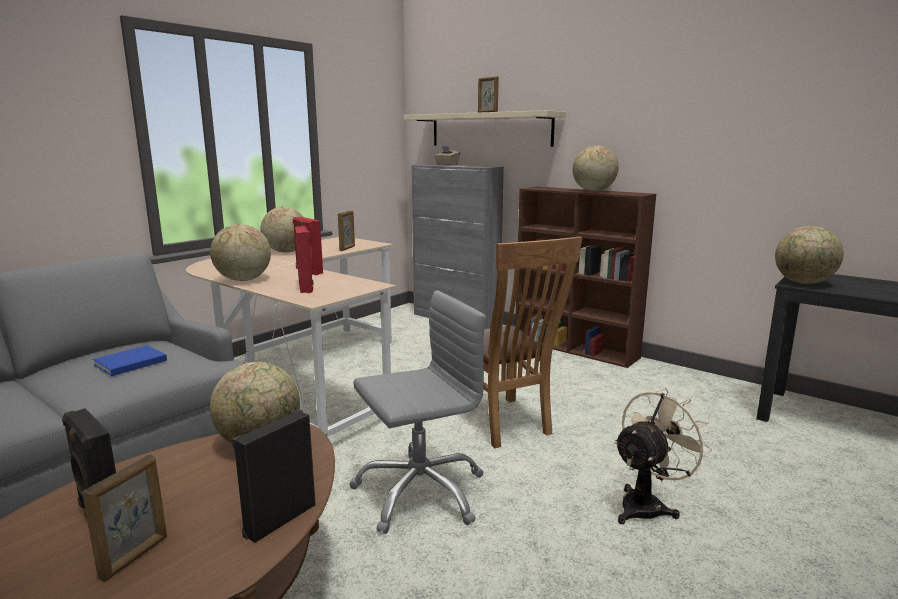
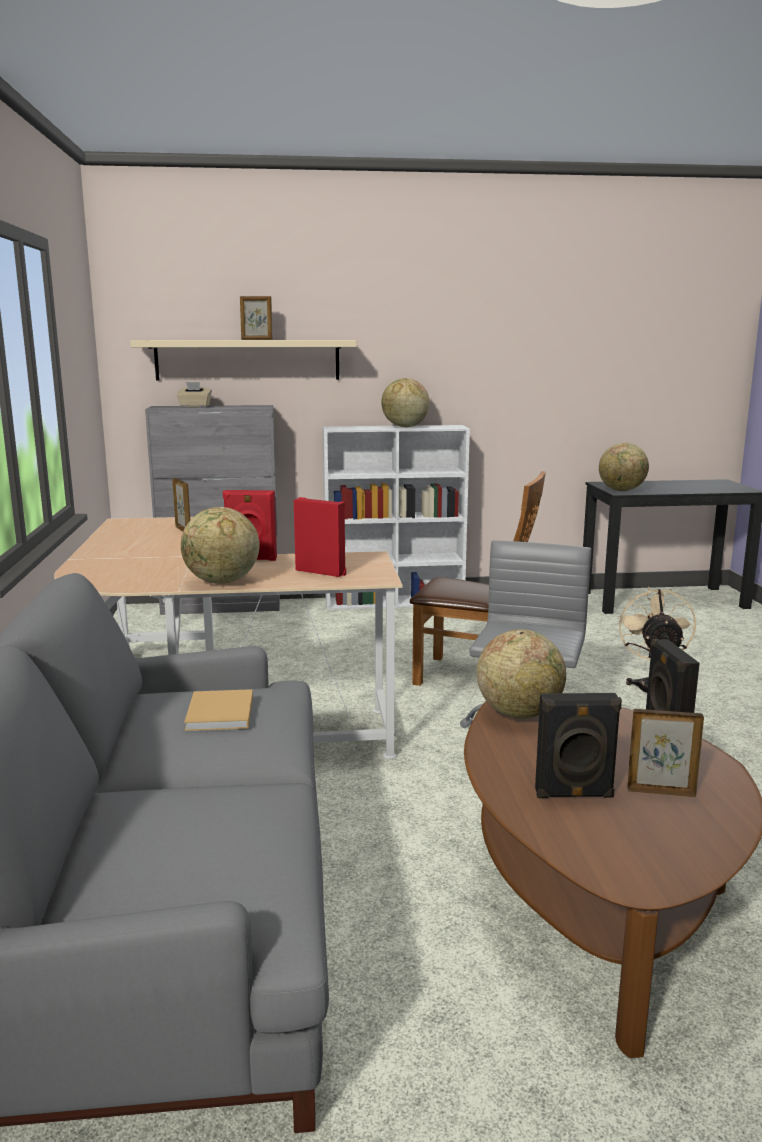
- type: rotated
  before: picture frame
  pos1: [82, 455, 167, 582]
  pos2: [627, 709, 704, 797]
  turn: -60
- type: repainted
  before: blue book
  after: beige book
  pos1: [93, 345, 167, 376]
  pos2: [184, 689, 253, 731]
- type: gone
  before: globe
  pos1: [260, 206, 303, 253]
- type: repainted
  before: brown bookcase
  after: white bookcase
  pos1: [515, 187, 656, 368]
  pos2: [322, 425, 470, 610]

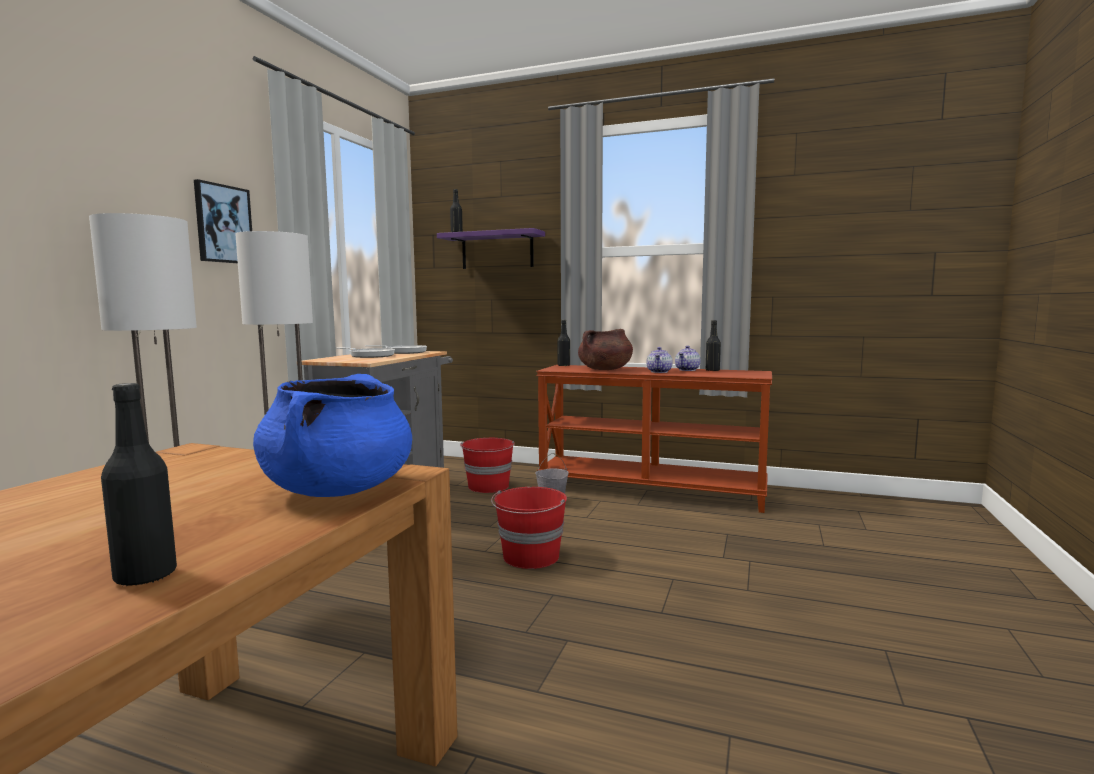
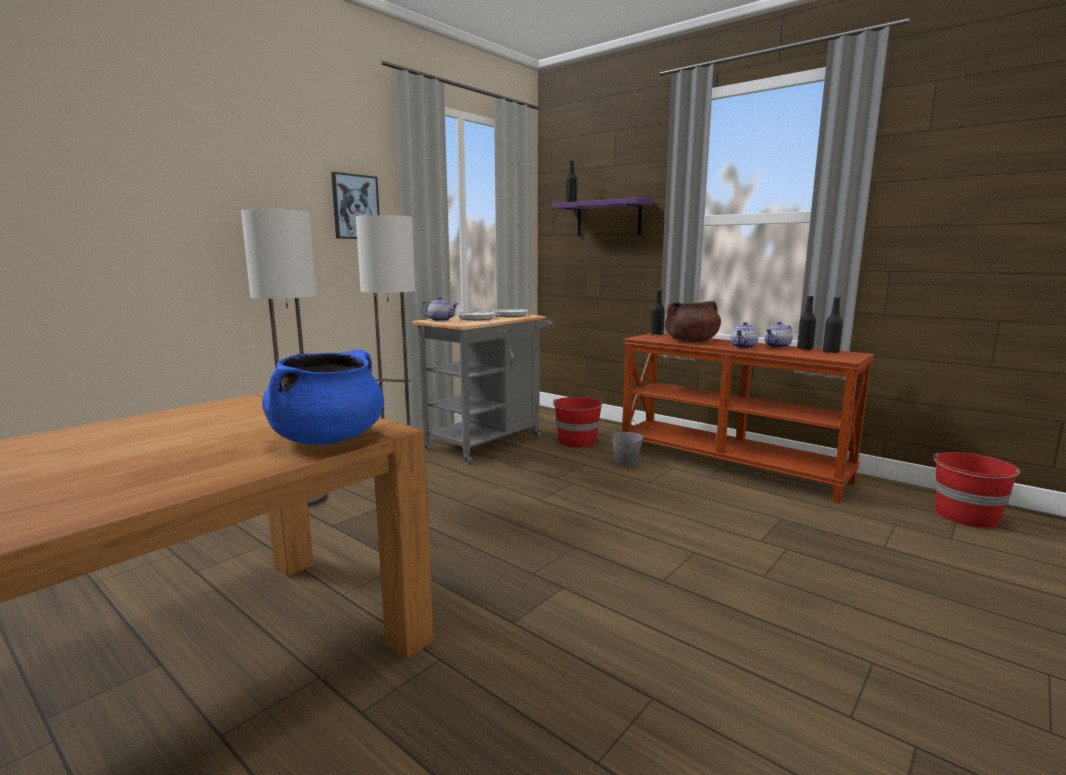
- type: shifted
  before: black bottle
  pos1: [101, 383, 177, 586]
  pos2: [823, 297, 843, 353]
- type: shifted
  before: red bucket
  pos1: [491, 487, 567, 569]
  pos2: [933, 452, 1021, 528]
- type: new
  after: teapot
  pos2: [421, 297, 459, 321]

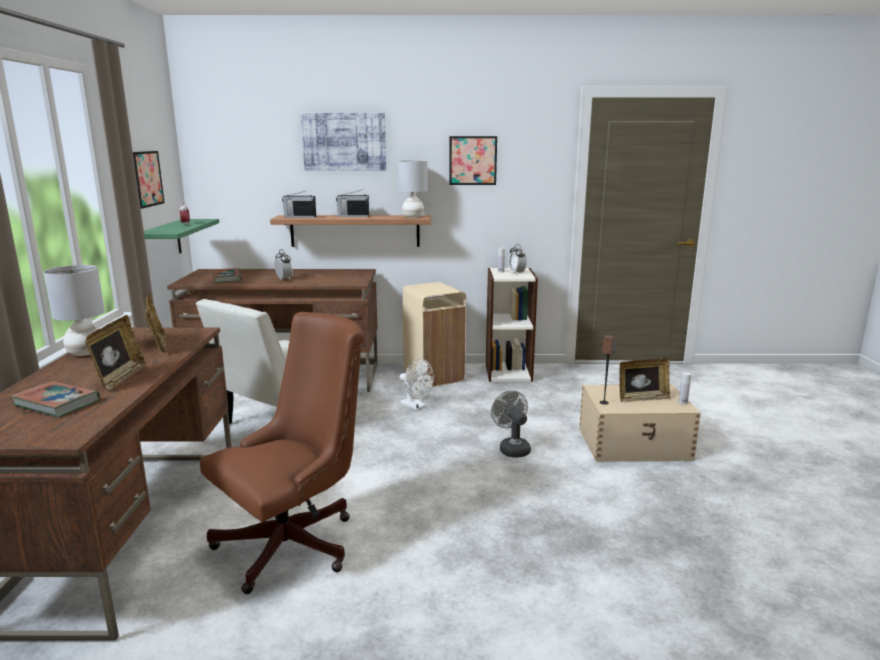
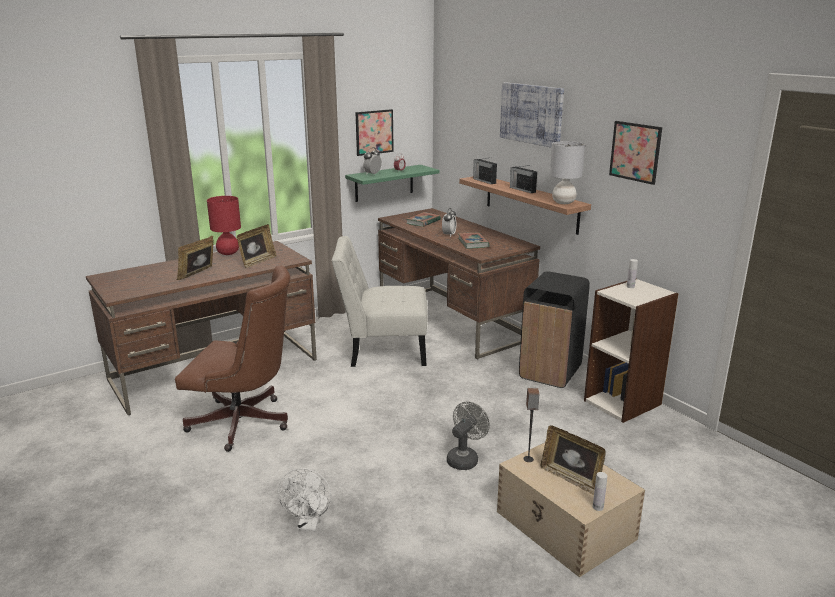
- type: shifted
  before: book
  pos1: [10, 381, 100, 417]
  pos2: [458, 233, 490, 249]
- type: repainted
  before: grey table lamp
  after: red table lamp
  pos1: [43, 265, 105, 356]
  pos2: [207, 196, 241, 255]
- type: rotated
  before: picture frame
  pos1: [85, 315, 147, 390]
  pos2: [177, 236, 214, 280]
  turn: 150
- type: shifted
  before: white fan
  pos1: [400, 359, 434, 410]
  pos2: [278, 468, 332, 531]
- type: repainted
  before: beige trash can
  after: black trash can
  pos1: [402, 282, 466, 388]
  pos2: [519, 271, 590, 388]
- type: shifted
  before: alarm clock
  pos1: [509, 244, 527, 275]
  pos2: [363, 148, 382, 175]

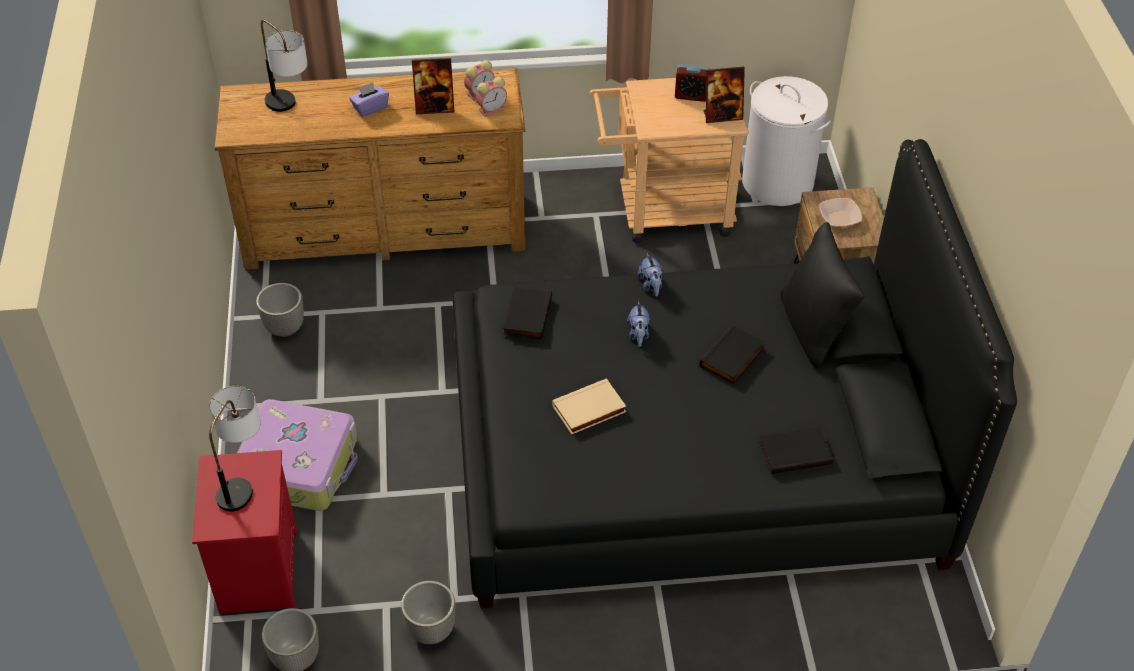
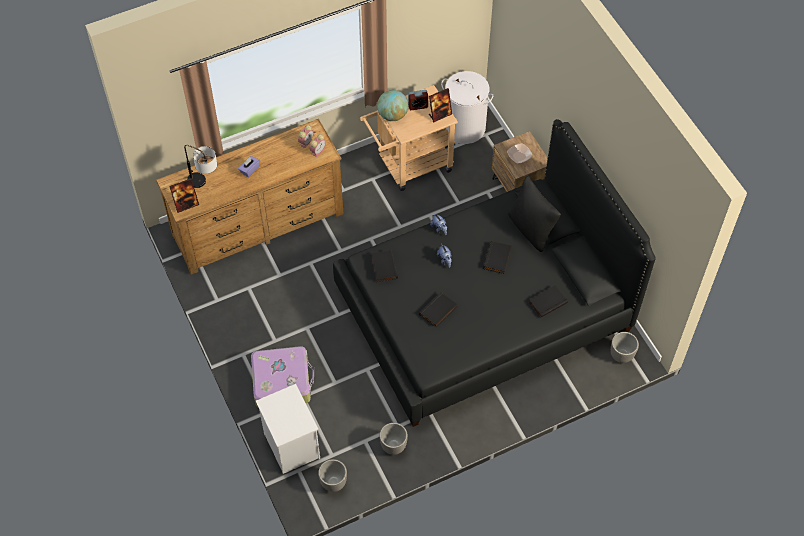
- type: repainted
  before: red nightstand
  after: white nightstand
  pos1: [192, 450, 297, 614]
  pos2: [256, 384, 320, 474]
- type: gone
  before: table lamp
  pos1: [209, 386, 261, 512]
- type: shifted
  before: planter
  pos1: [256, 283, 304, 337]
  pos2: [611, 332, 639, 363]
- type: shifted
  before: picture frame
  pos1: [412, 58, 455, 114]
  pos2: [169, 179, 199, 213]
- type: repainted
  before: beige book
  after: black book
  pos1: [552, 378, 626, 434]
  pos2: [419, 292, 457, 327]
- type: new
  after: globe
  pos2: [377, 90, 408, 121]

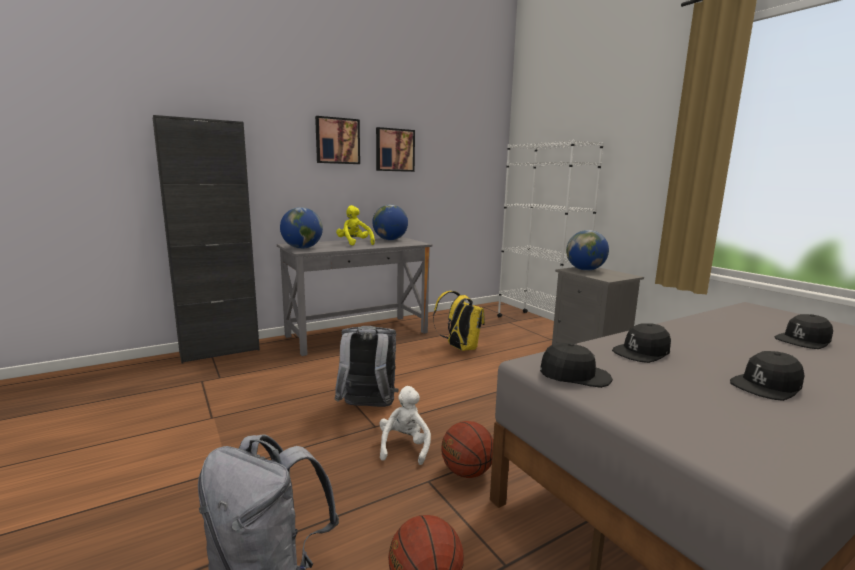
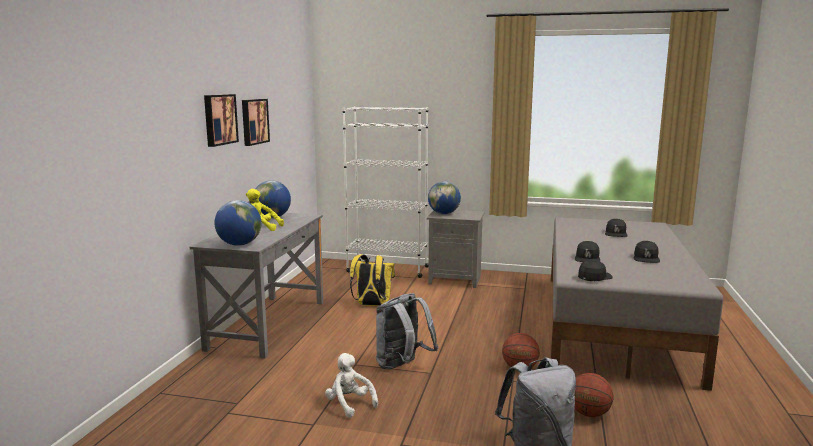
- type: gone
  before: black cabinet
  pos1: [153, 115, 260, 363]
- type: shifted
  before: white plush toy
  pos1: [379, 386, 431, 465]
  pos2: [325, 353, 378, 418]

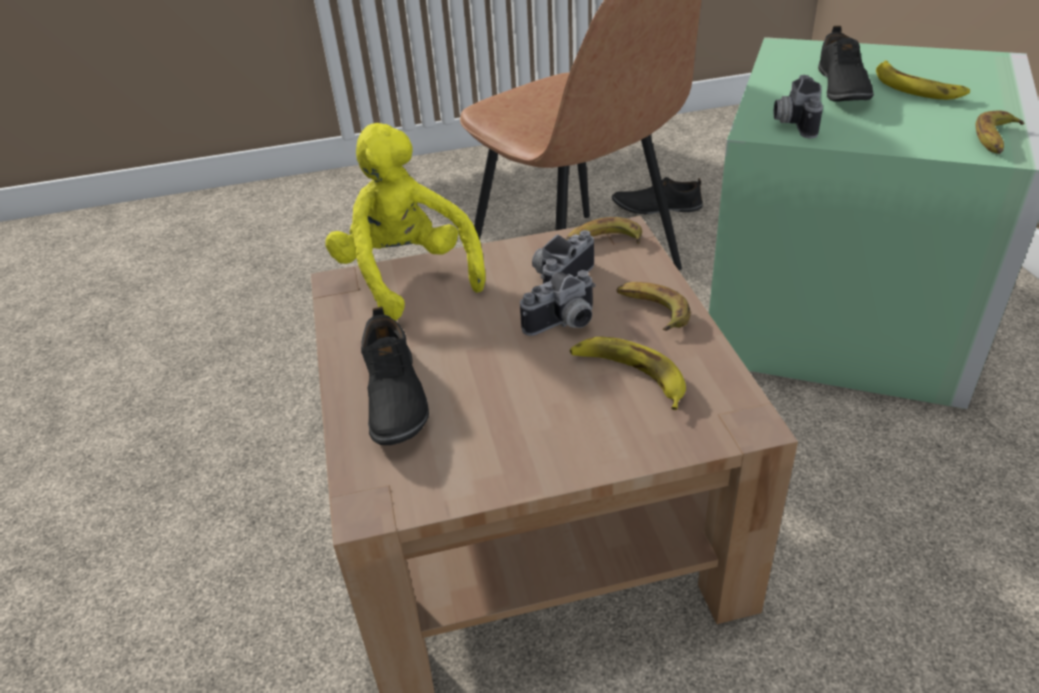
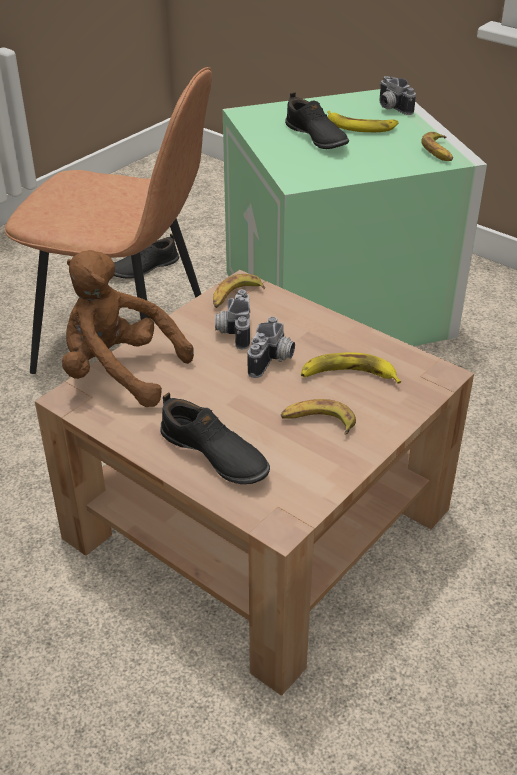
- type: repainted
  before: yellow plush toy
  after: brown plush toy
  pos1: [325, 123, 486, 321]
  pos2: [62, 250, 194, 407]
- type: shifted
  before: banana
  pos1: [616, 282, 691, 331]
  pos2: [281, 399, 356, 435]
- type: shifted
  before: photo camera
  pos1: [774, 75, 823, 138]
  pos2: [379, 76, 416, 115]

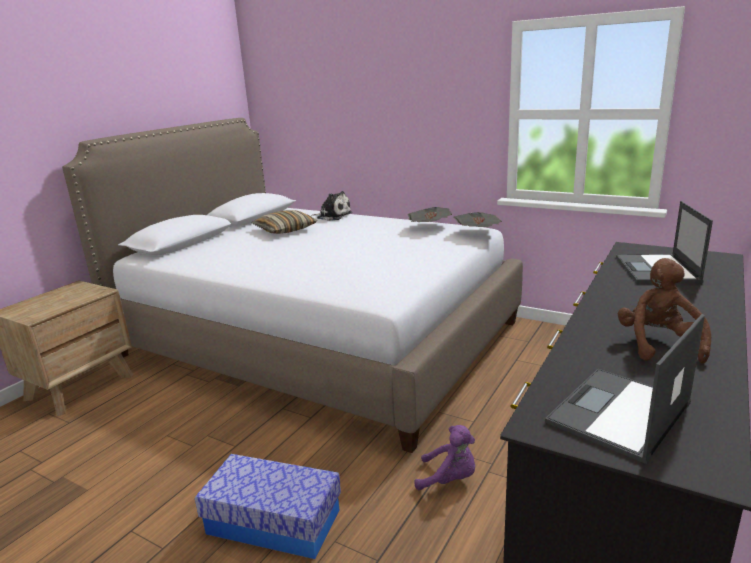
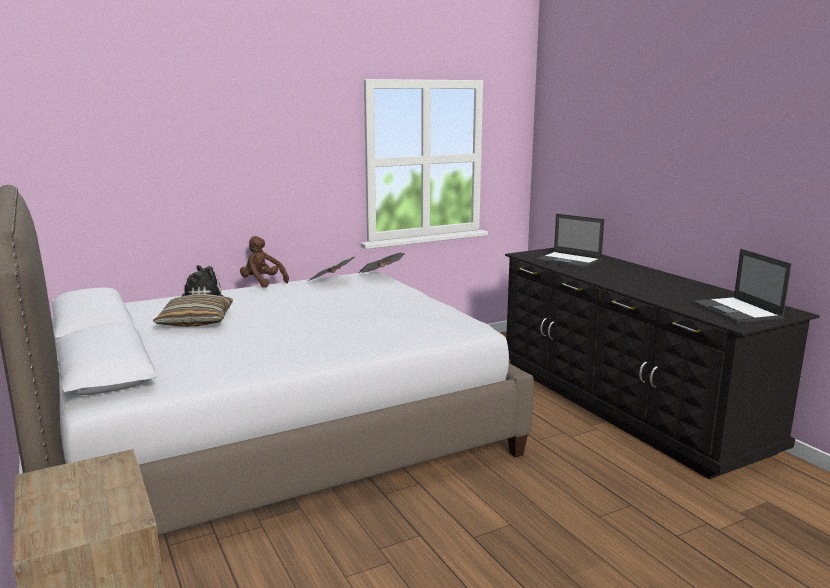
- type: gone
  before: storage box
  pos1: [195, 454, 341, 559]
- type: gone
  before: purple plush toy
  pos1: [414, 425, 475, 490]
- type: shifted
  before: brown plush toy
  pos1: [618, 258, 711, 364]
  pos2: [240, 236, 289, 288]

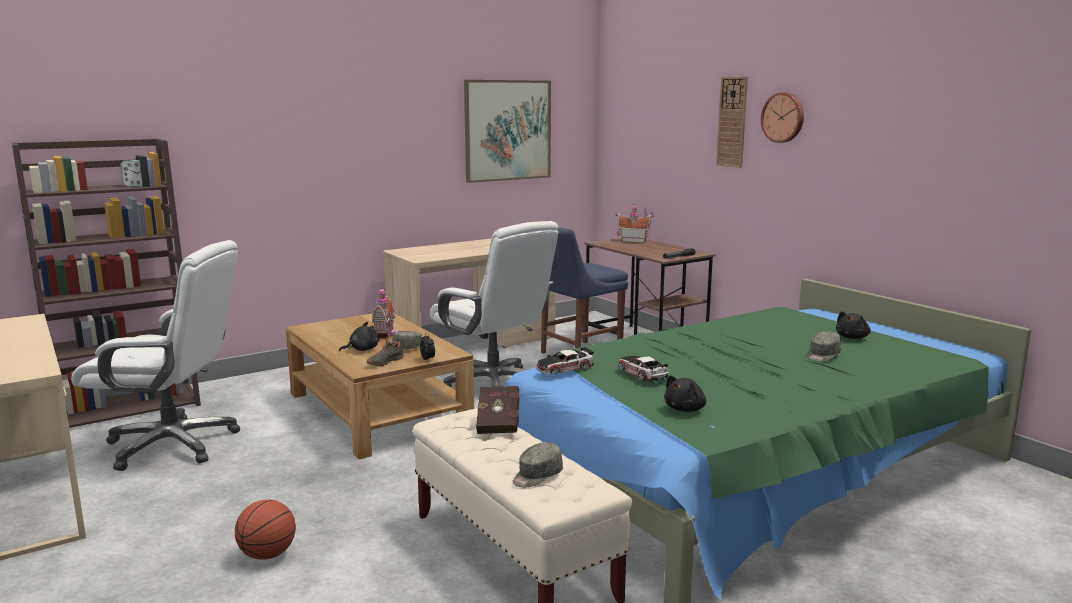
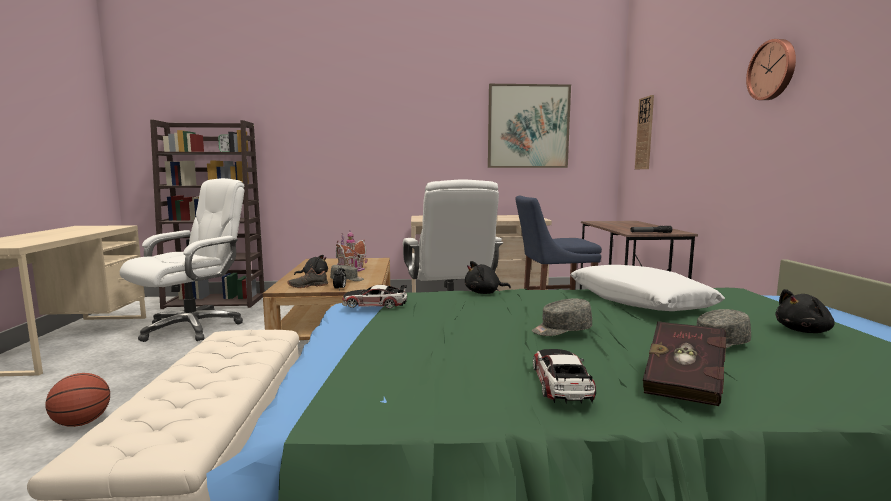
- type: rotated
  before: white office chair
  pos1: [71, 240, 240, 471]
  pos2: [120, 178, 245, 342]
  turn: -90
- type: shifted
  before: red book
  pos1: [476, 386, 520, 434]
  pos2: [643, 321, 726, 406]
- type: shifted
  before: grey cap
  pos1: [512, 442, 563, 487]
  pos2: [532, 298, 592, 336]
- type: gone
  before: toy house
  pos1: [615, 203, 654, 243]
- type: shifted
  before: toy car
  pos1: [618, 356, 668, 382]
  pos2: [533, 349, 596, 404]
- type: shifted
  before: black plush toy
  pos1: [664, 375, 706, 412]
  pos2: [465, 261, 511, 294]
- type: shifted
  before: wall clock
  pos1: [716, 77, 748, 168]
  pos2: [635, 95, 654, 169]
- type: new
  after: white pillow
  pos2: [570, 265, 725, 311]

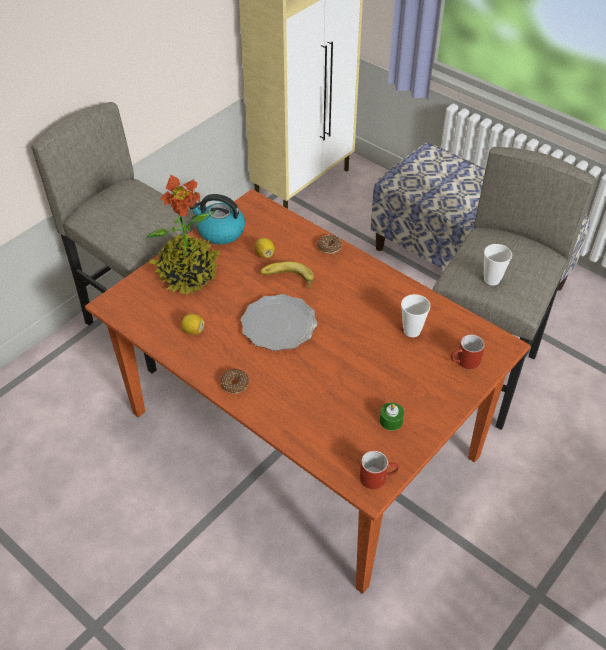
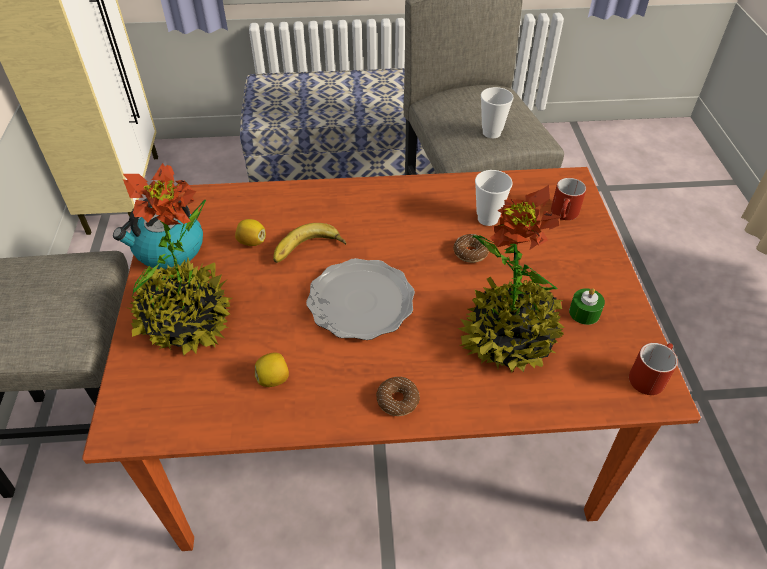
- type: shifted
  before: donut
  pos1: [317, 235, 342, 254]
  pos2: [453, 234, 489, 263]
- type: new
  after: potted plant
  pos2: [457, 185, 565, 373]

